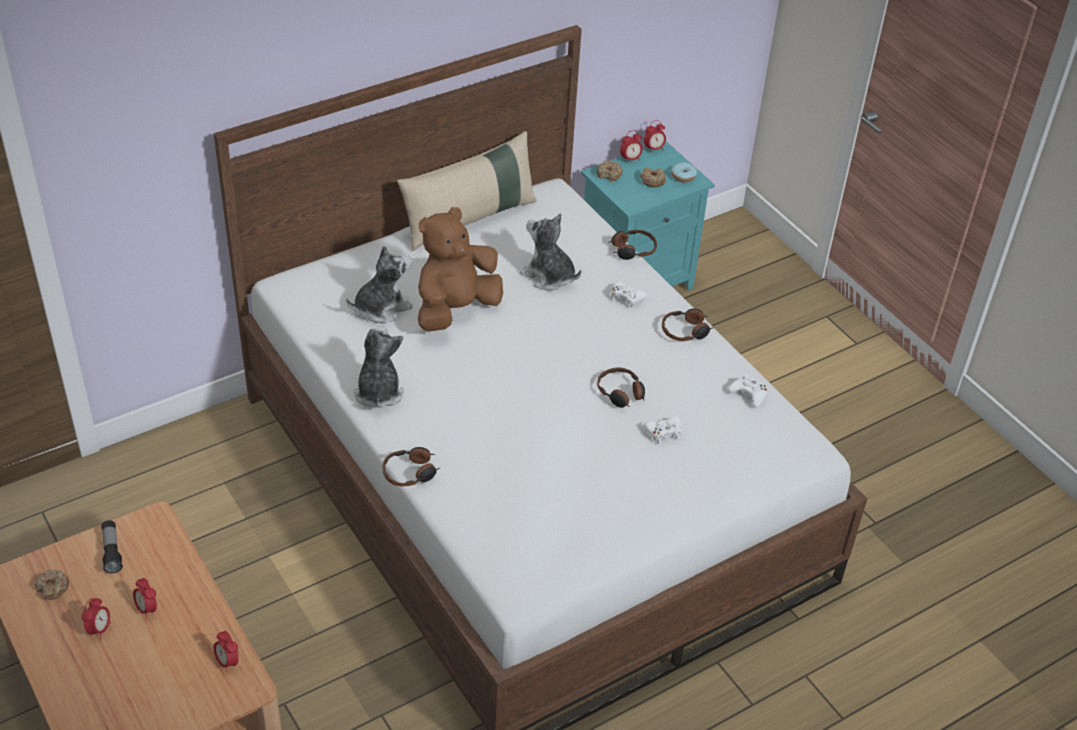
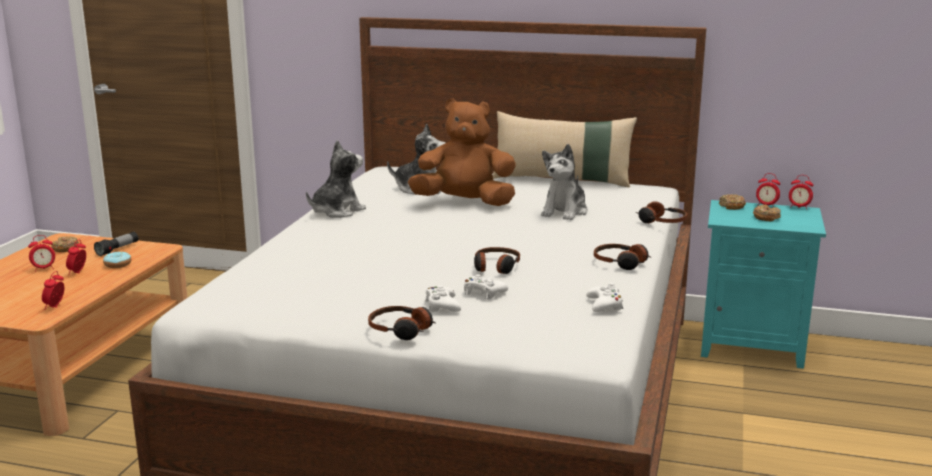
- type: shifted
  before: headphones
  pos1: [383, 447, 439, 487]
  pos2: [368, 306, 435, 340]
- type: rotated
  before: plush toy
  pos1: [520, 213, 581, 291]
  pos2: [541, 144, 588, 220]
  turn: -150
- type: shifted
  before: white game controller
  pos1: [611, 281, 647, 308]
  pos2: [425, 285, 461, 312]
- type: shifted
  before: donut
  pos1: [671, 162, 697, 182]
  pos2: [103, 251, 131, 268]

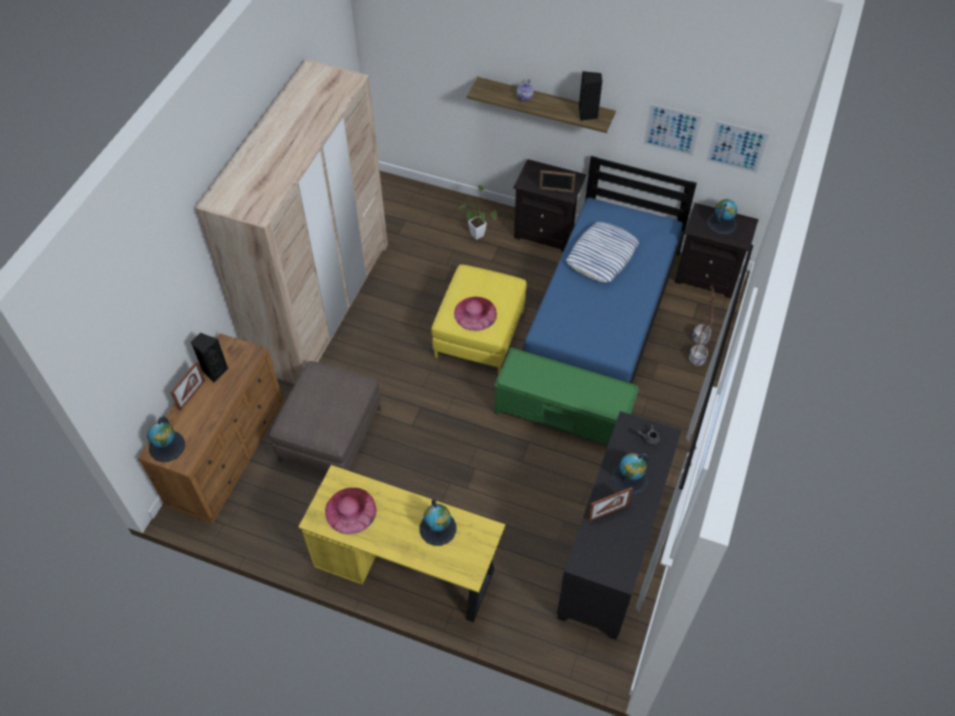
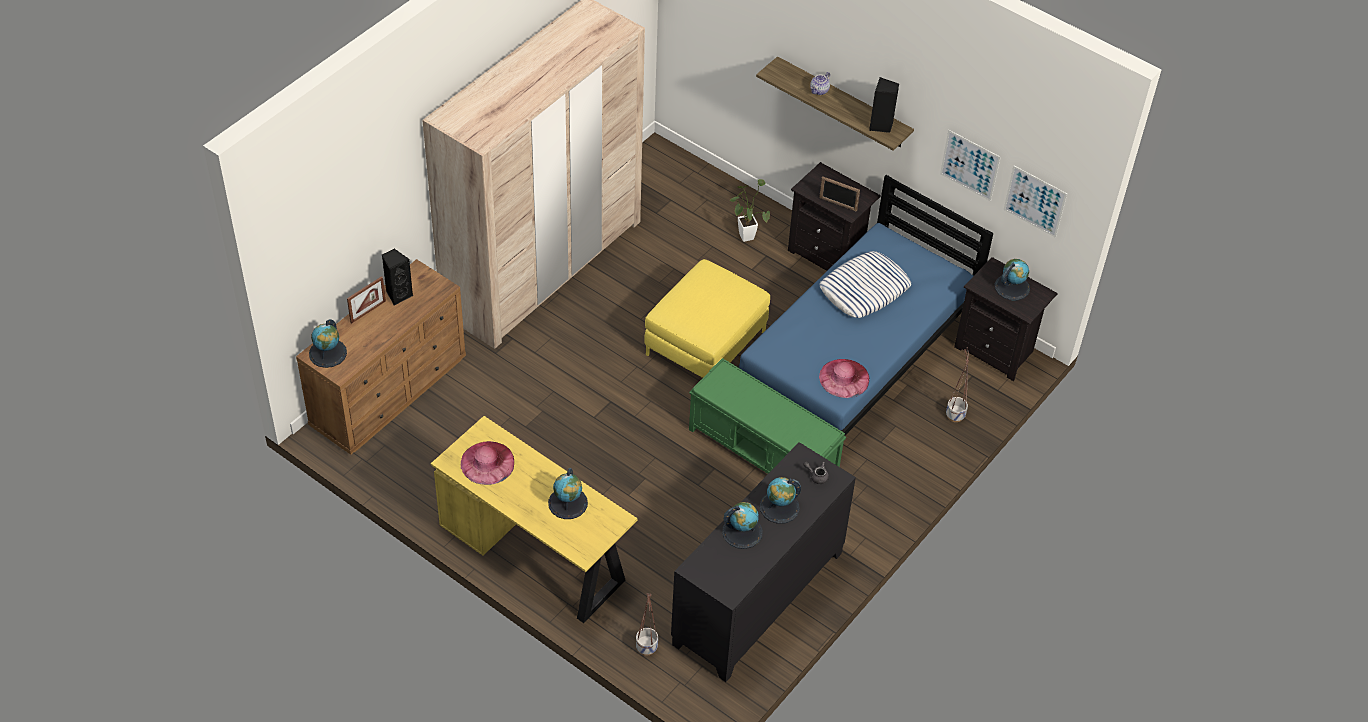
- type: gone
  before: brown ottoman
  pos1: [269, 361, 381, 471]
- type: shifted
  before: pink hat
  pos1: [454, 297, 497, 331]
  pos2: [819, 359, 869, 398]
- type: swapped
  before: picture frame
  after: globe
  pos1: [588, 487, 633, 522]
  pos2: [722, 502, 763, 549]
- type: shifted
  before: planter
  pos1: [689, 313, 715, 366]
  pos2: [636, 593, 658, 656]

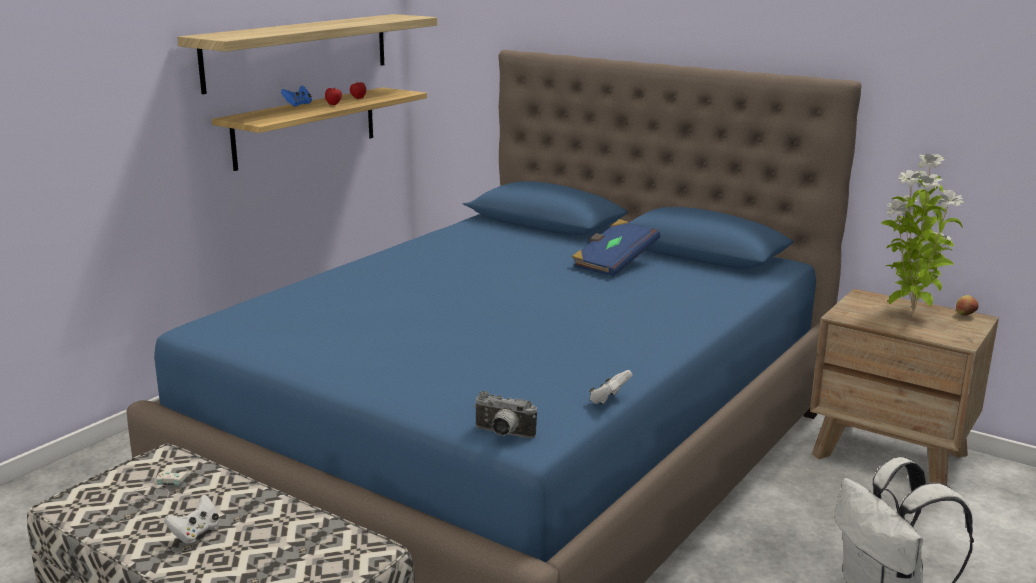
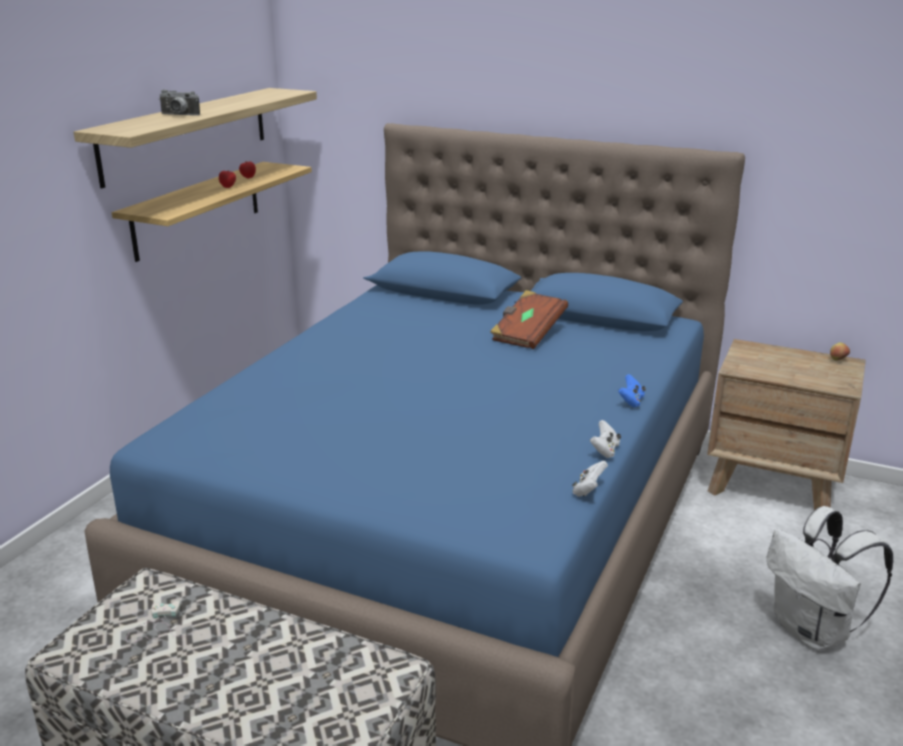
- type: shifted
  before: white game controller
  pos1: [164, 494, 220, 544]
  pos2: [590, 420, 621, 458]
- type: shifted
  before: blue game controller
  pos1: [281, 86, 312, 106]
  pos2: [618, 374, 646, 407]
- type: shifted
  before: photo camera
  pos1: [474, 391, 537, 438]
  pos2: [159, 90, 200, 116]
- type: repainted
  before: blue book
  after: brown book
  pos1: [572, 219, 660, 277]
  pos2: [490, 290, 568, 349]
- type: gone
  before: potted plant
  pos1: [881, 154, 964, 313]

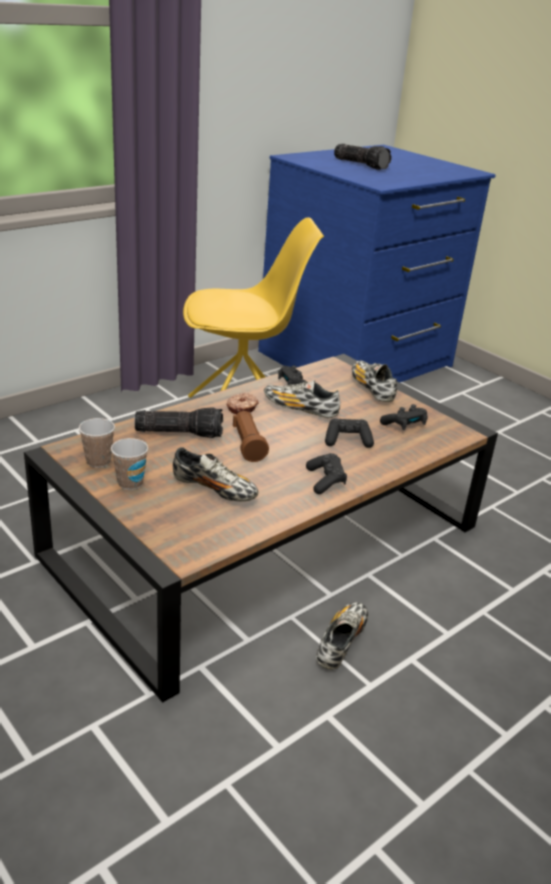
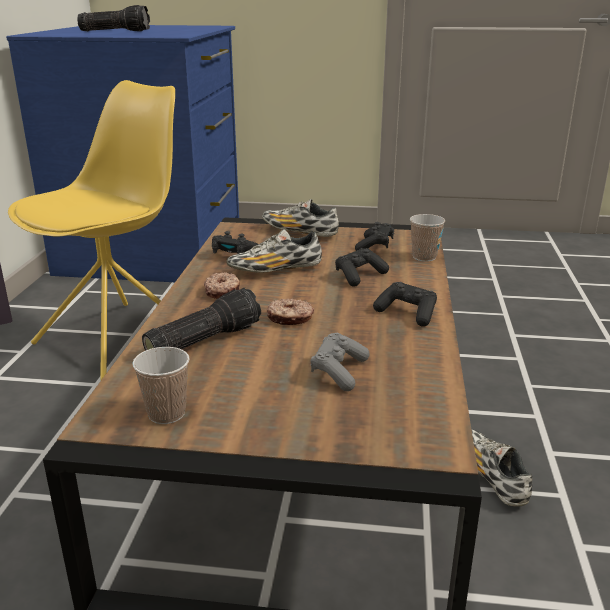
- type: shifted
  before: cup
  pos1: [111, 438, 148, 490]
  pos2: [410, 214, 445, 262]
- type: swapped
  before: shoe
  after: grey game controller
  pos1: [173, 447, 259, 501]
  pos2: [310, 333, 370, 391]
- type: swapped
  before: brown flashlight
  after: donut
  pos1: [233, 411, 269, 462]
  pos2: [267, 299, 314, 325]

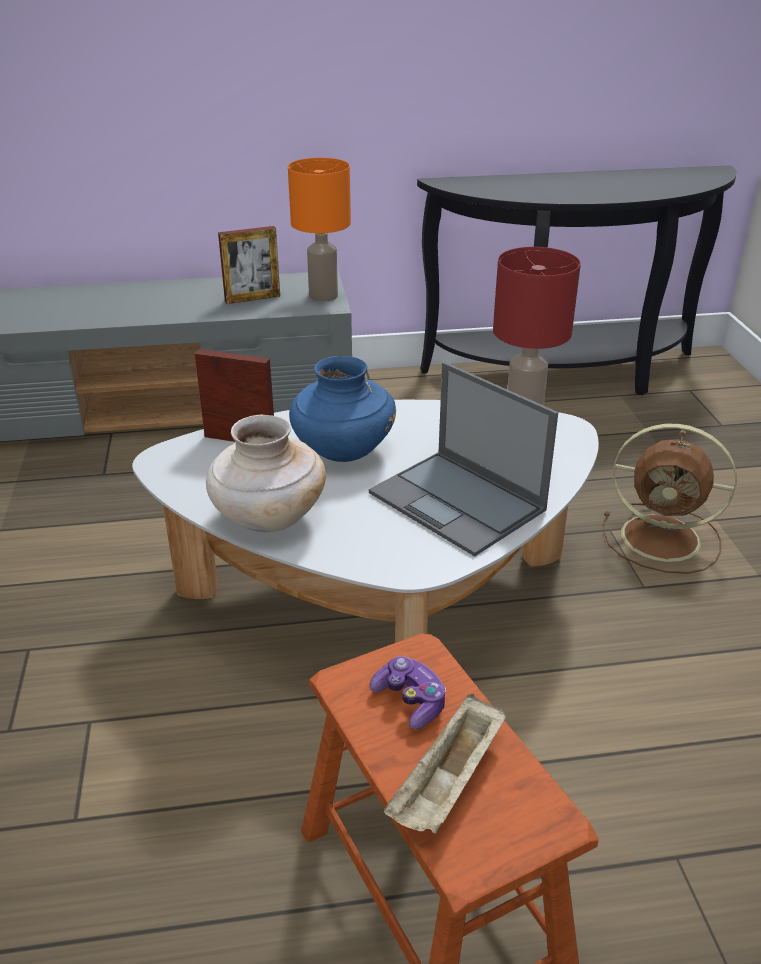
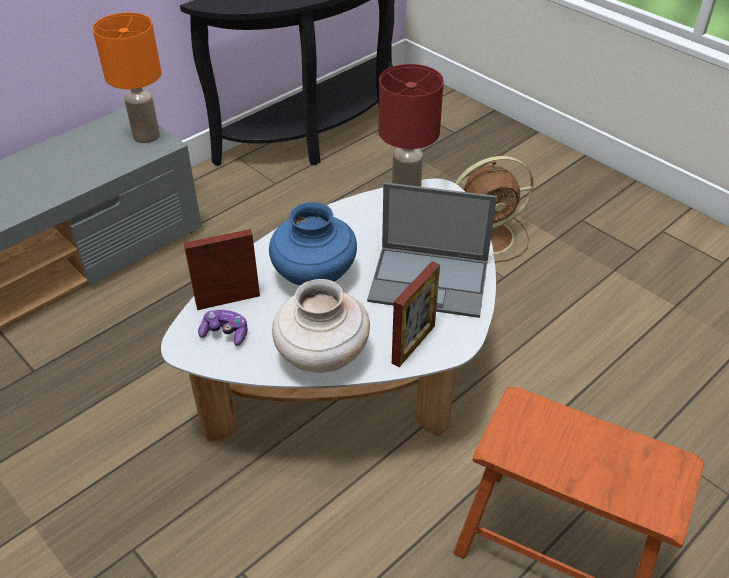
- type: shifted
  before: picture frame
  pos1: [218, 226, 280, 304]
  pos2: [392, 261, 440, 367]
- type: shifted
  before: game controller
  pos1: [370, 656, 446, 729]
  pos2: [198, 310, 248, 346]
- type: gone
  before: beige tray
  pos1: [384, 694, 506, 834]

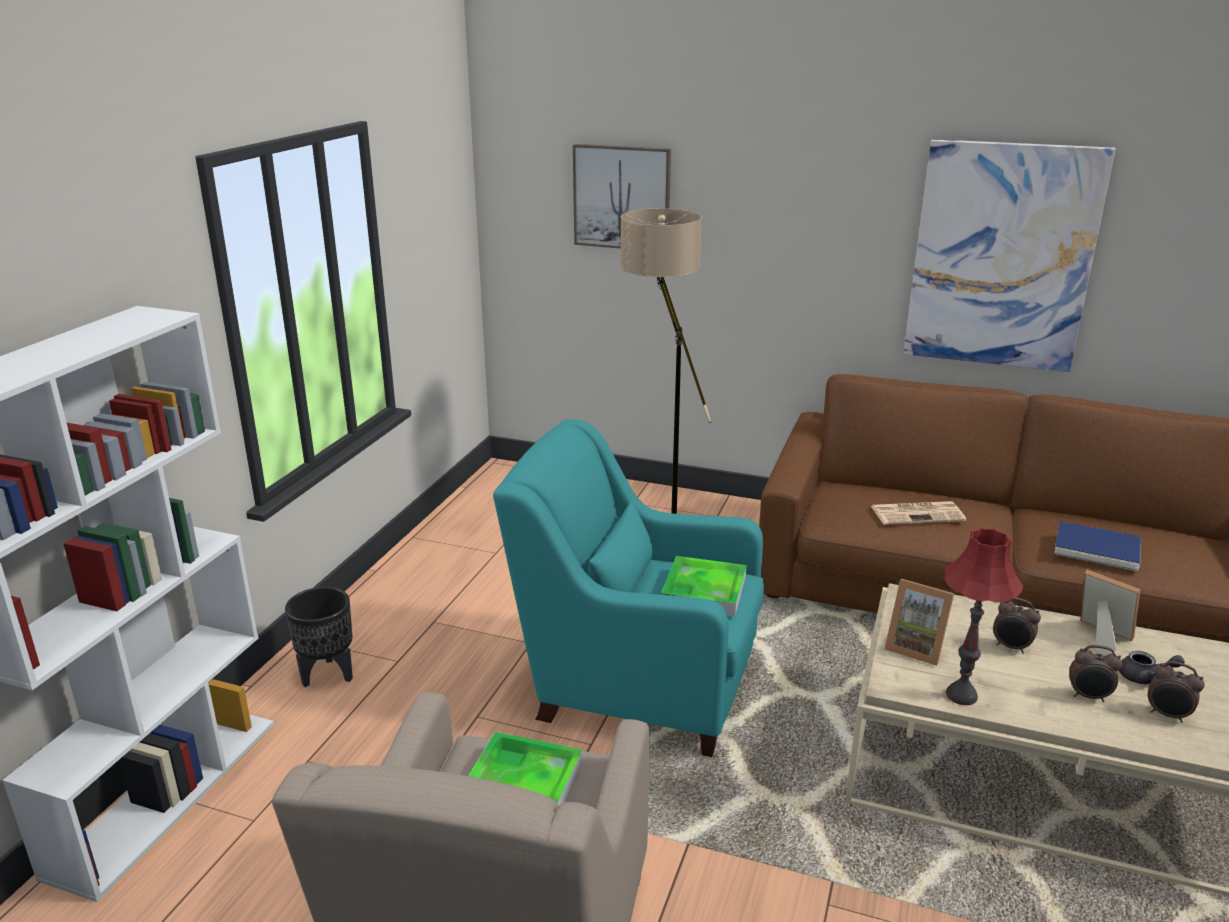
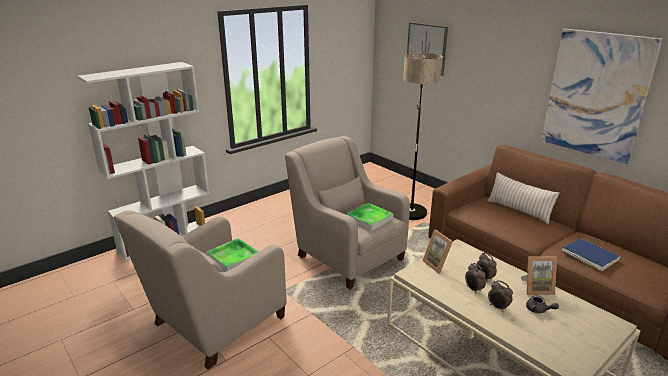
- type: gone
  before: black planter
  pos1: [285, 587, 353, 687]
- type: repainted
  before: turquoise armchair
  after: beige armchair
  pos1: [493, 419, 764, 757]
  pos2: [285, 136, 410, 289]
- type: gone
  before: newspaper
  pos1: [871, 501, 966, 525]
- type: gone
  before: red table lamp
  pos1: [944, 528, 1024, 705]
- type: rotated
  before: picture frame
  pos1: [1080, 570, 1141, 656]
  pos2: [521, 257, 557, 295]
  turn: 105
- type: shifted
  before: alarm clock
  pos1: [1148, 661, 1205, 723]
  pos2: [465, 263, 486, 294]
- type: new
  after: beige pillow
  pos2: [488, 172, 560, 224]

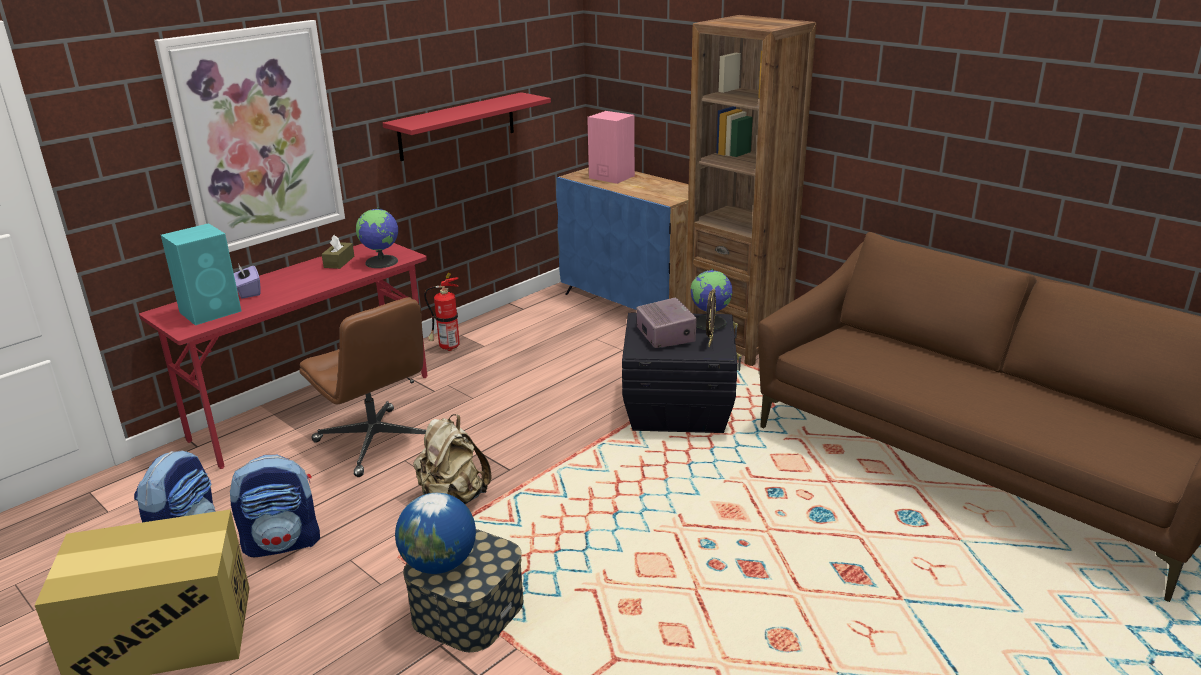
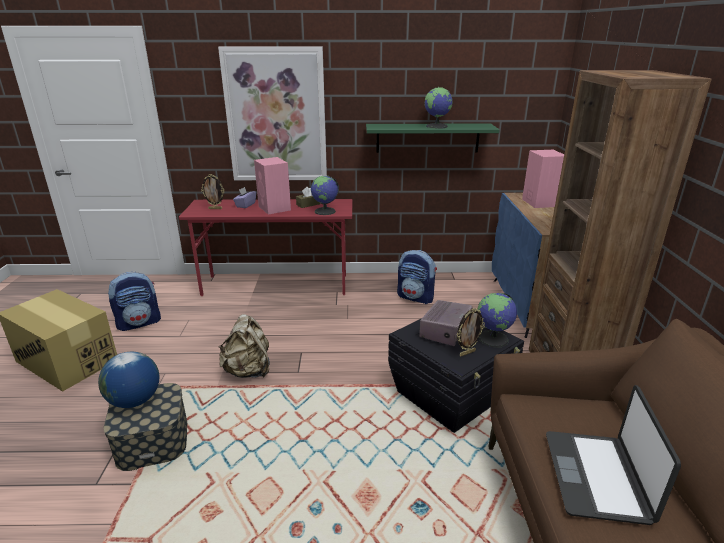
- type: swapped
  before: turquoise speaker
  after: picture frame
  pos1: [161, 223, 241, 325]
  pos2: [201, 174, 225, 209]
- type: shifted
  before: backpack
  pos1: [230, 455, 320, 557]
  pos2: [397, 250, 437, 304]
- type: gone
  before: brown office chair
  pos1: [299, 297, 426, 477]
- type: repainted
  before: red shelf
  after: green shelf
  pos1: [383, 92, 551, 161]
  pos2: [366, 123, 500, 153]
- type: gone
  before: fire extinguisher
  pos1: [424, 273, 460, 351]
- type: new
  after: pink speaker
  pos2: [254, 157, 291, 215]
- type: new
  after: globe
  pos2: [425, 87, 453, 129]
- type: new
  after: laptop
  pos2: [546, 385, 681, 525]

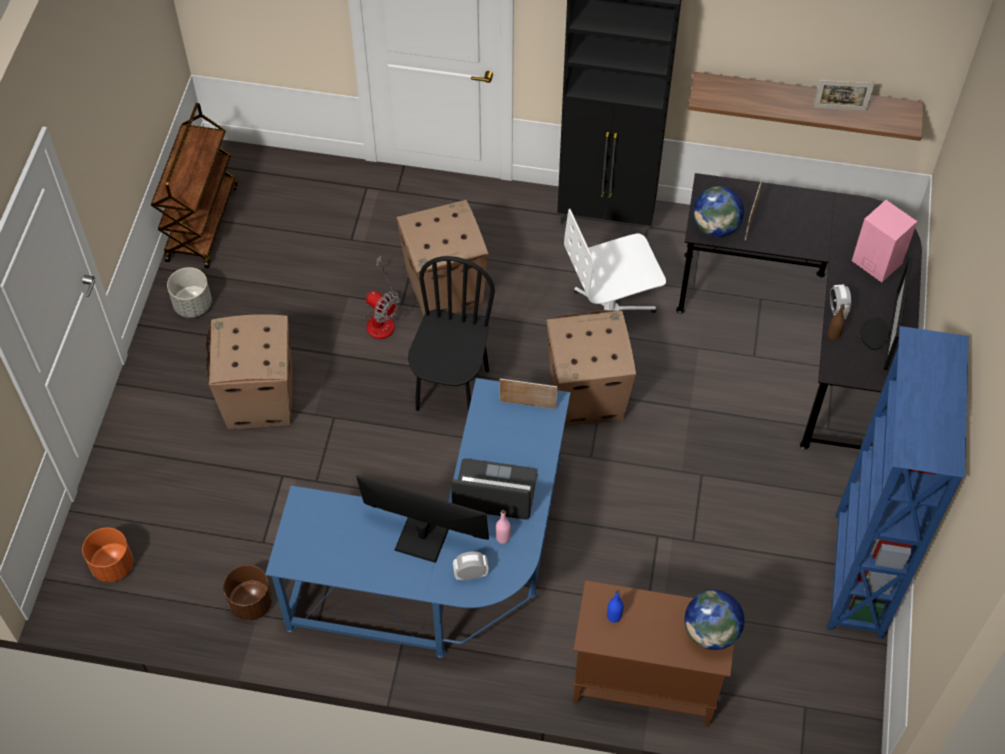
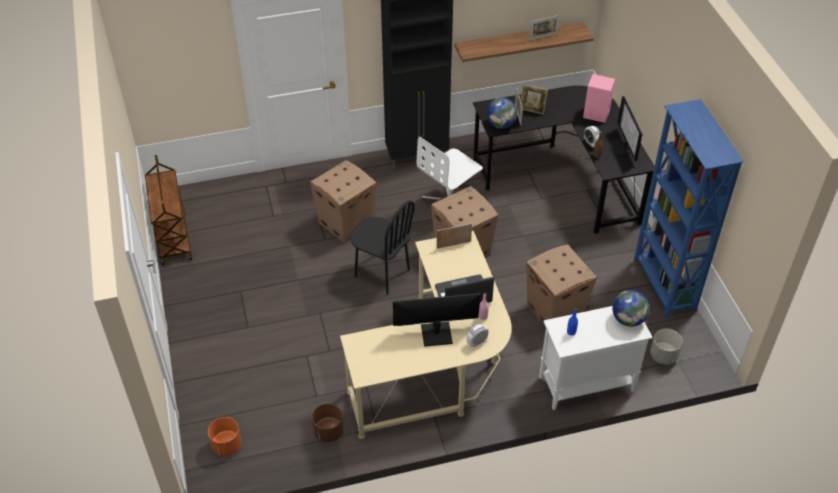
- type: shifted
  before: grey planter
  pos1: [167, 267, 212, 318]
  pos2: [650, 329, 683, 365]
- type: shifted
  before: cardboard box
  pos1: [206, 314, 293, 429]
  pos2: [526, 244, 597, 328]
- type: repainted
  before: blue desk
  after: beige desk
  pos1: [265, 378, 570, 658]
  pos2: [340, 231, 512, 439]
- type: gone
  before: fan
  pos1: [364, 256, 400, 339]
- type: rotated
  before: black chair
  pos1: [408, 256, 495, 411]
  pos2: [350, 200, 415, 295]
  turn: 135
- type: repainted
  before: brown cabinet
  after: white cabinet
  pos1: [573, 580, 734, 727]
  pos2: [539, 306, 653, 410]
- type: new
  after: picture frame
  pos2: [521, 84, 548, 115]

